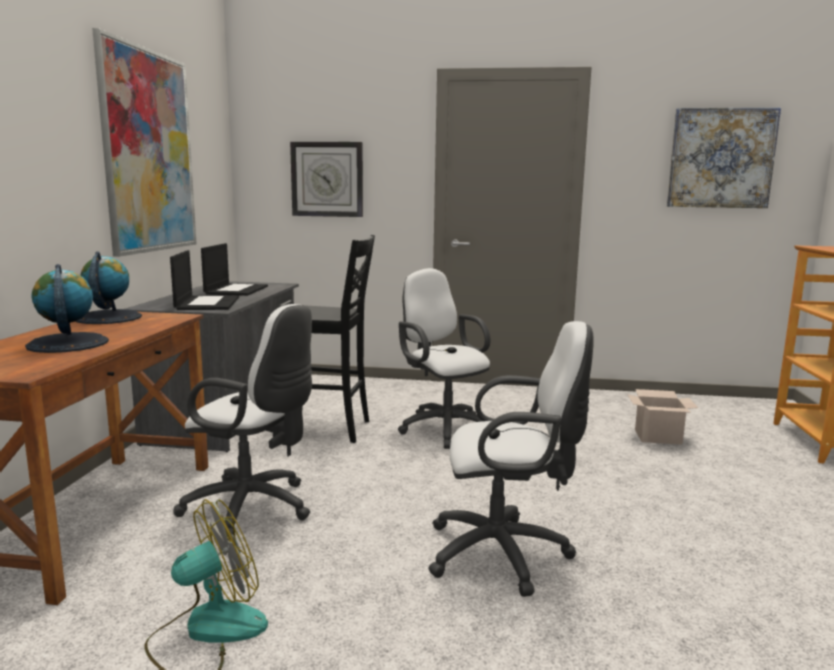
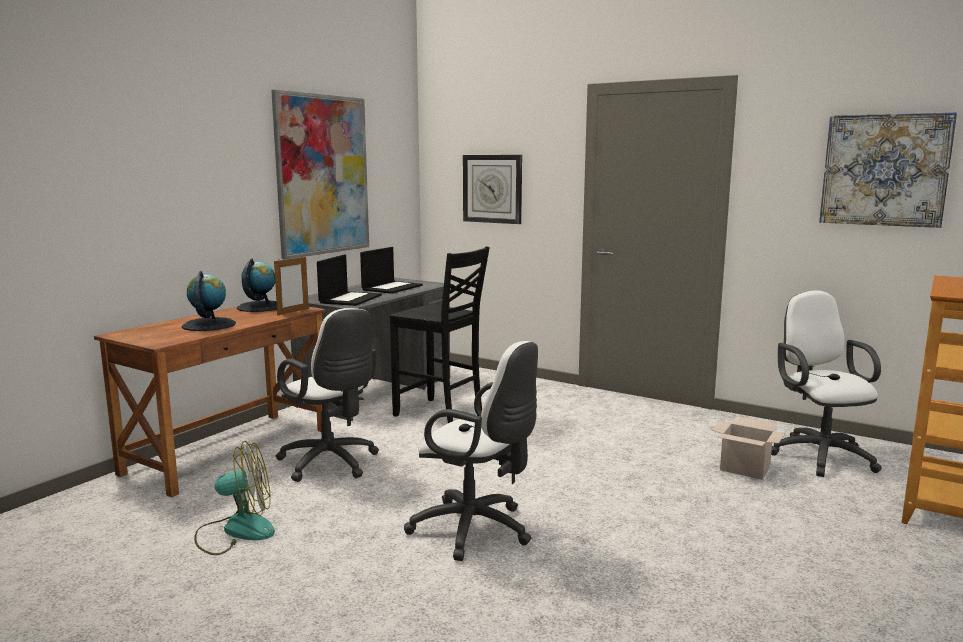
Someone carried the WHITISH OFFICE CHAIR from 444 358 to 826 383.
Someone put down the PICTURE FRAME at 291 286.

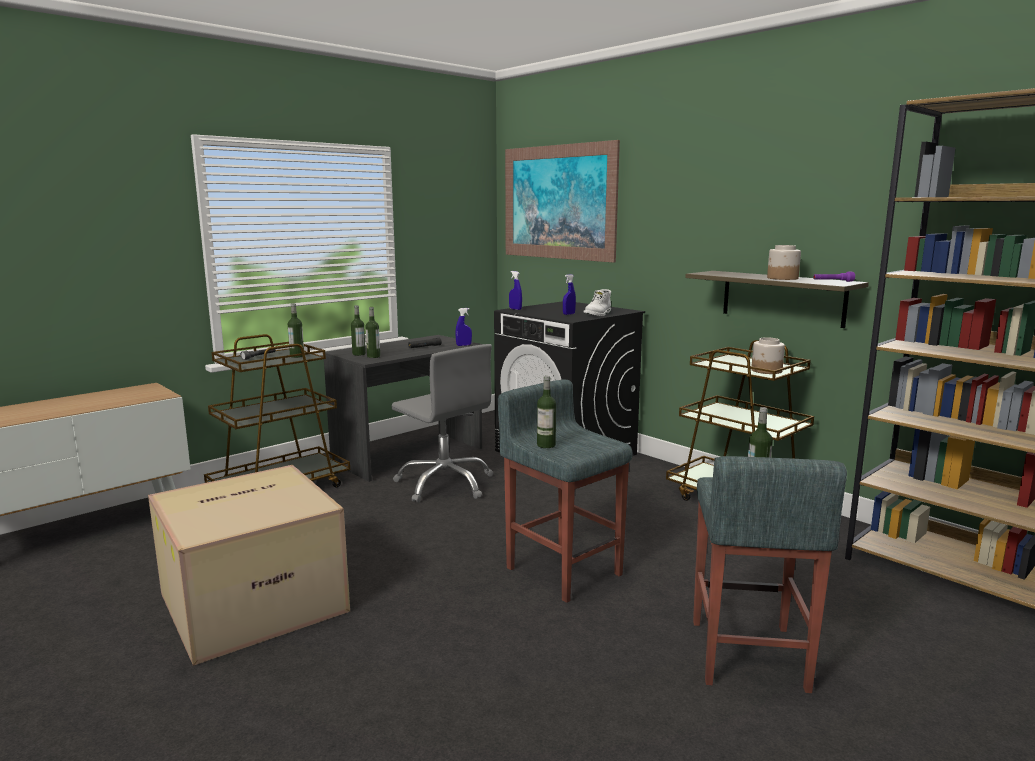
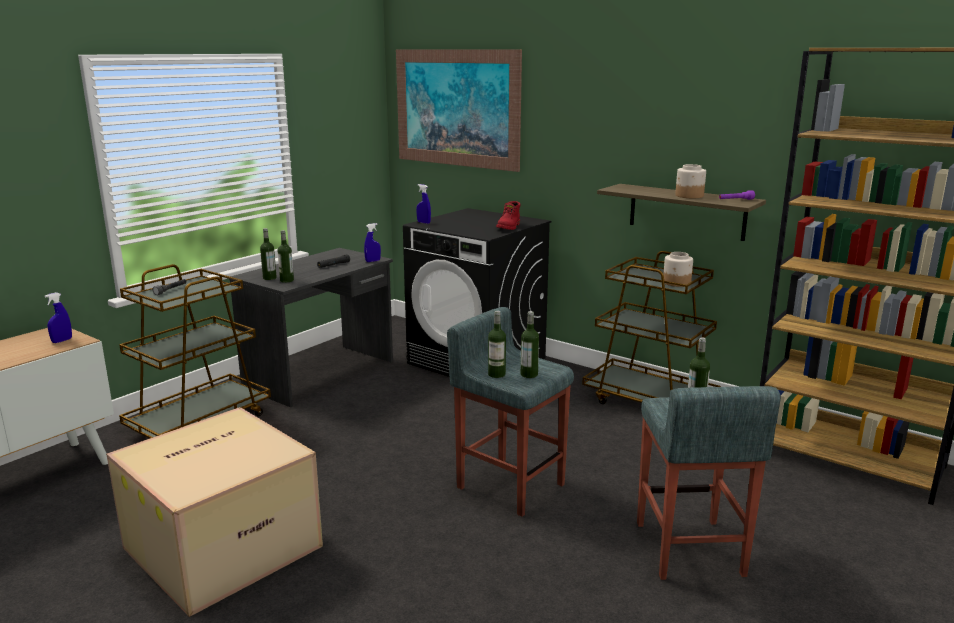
Someone carried the DRINK BOTTLE from 296 330 to 530 344.
Someone took away the GRAY OFFICE CHAIR at 442 423.
Someone carried the BLUE-COLOURED HAND SPRAYER from 569 294 to 58 317.
Someone repainted the WHITISH BOOT at 597 302, which became the RED-COLOURED BOOT at 508 215.

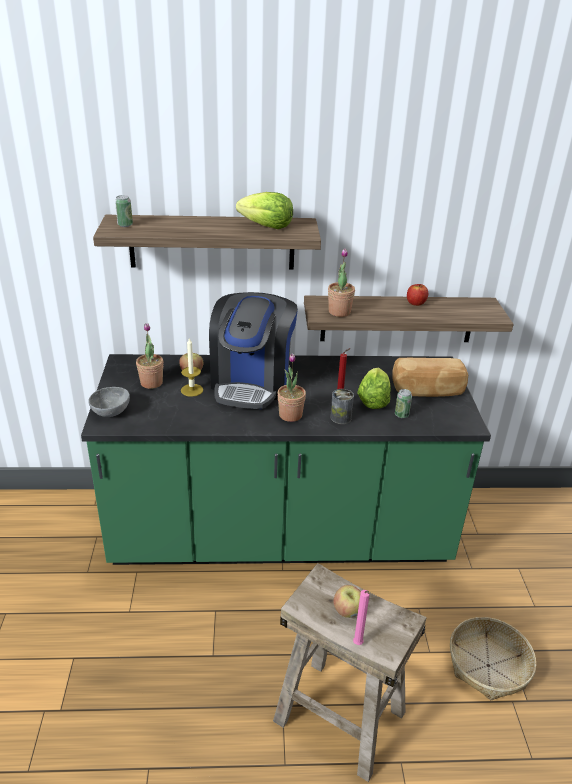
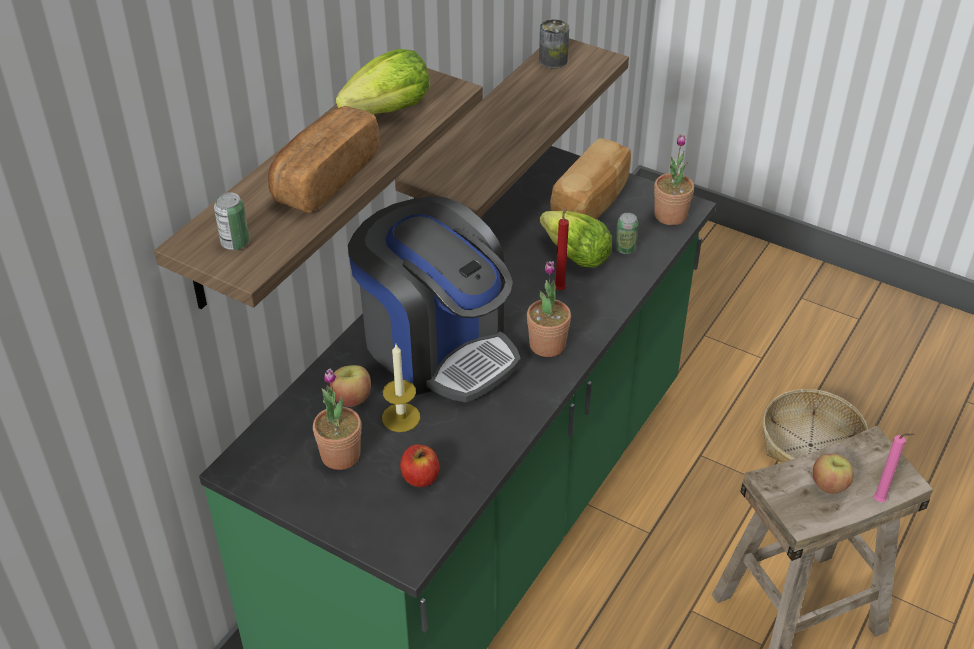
Someone took away the GRAY SERVING BOWL at 109 402.
Someone carried the HOUSEPLANT from 341 282 to 674 179.
Someone carried the CAN from 342 406 to 554 43.
Someone carried the WHOLE APPLE from 417 295 to 419 465.
Someone put down the BAKERY BREAD at 323 159.

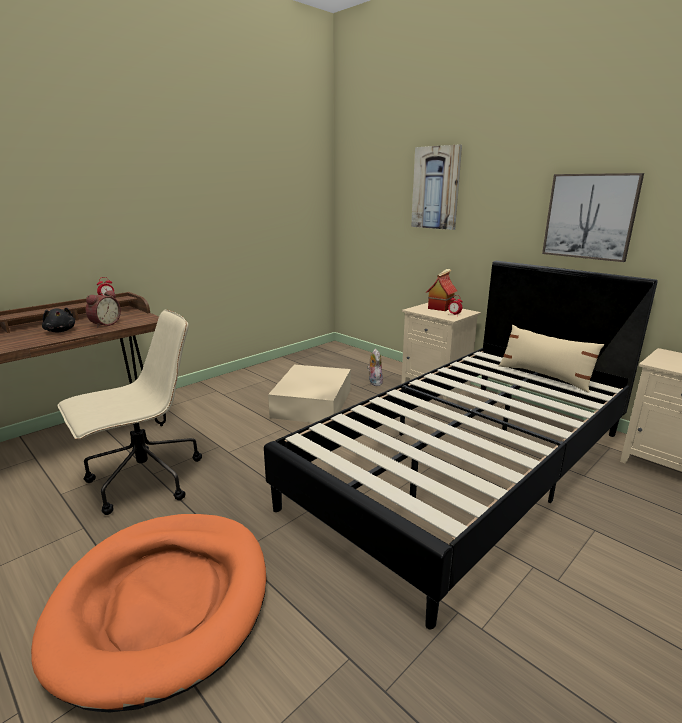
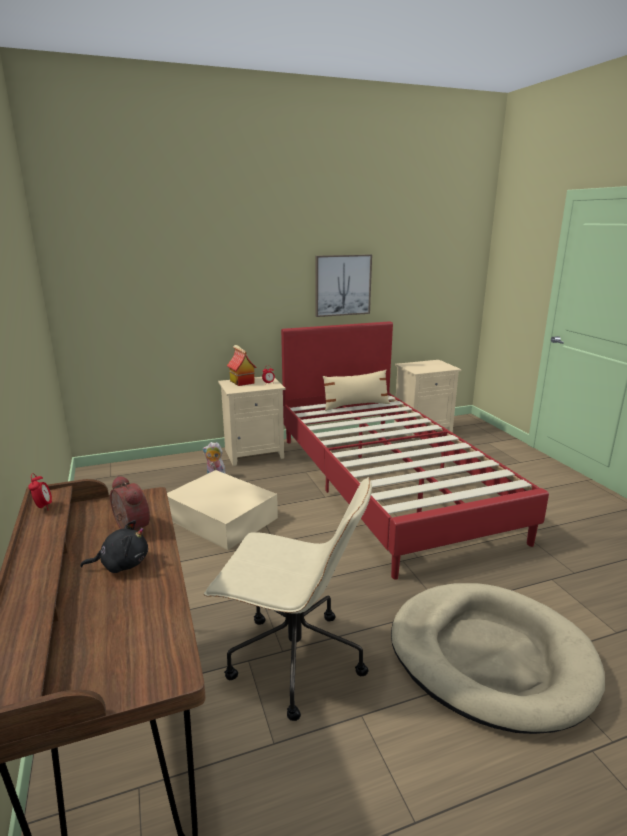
Someone repainted the ORANGE-COLOURED PET BED at 149 613, which became the BEIGE PET BED at 498 658.
Someone rotated the BEIGE OFFICE CHAIR at 129 412 by 120 degrees clockwise.
Someone repainted the BLACKISH BED at 461 445, which became the RED-COLOURED BED at 415 450.
Someone took away the WALL PICTURE at 436 187.

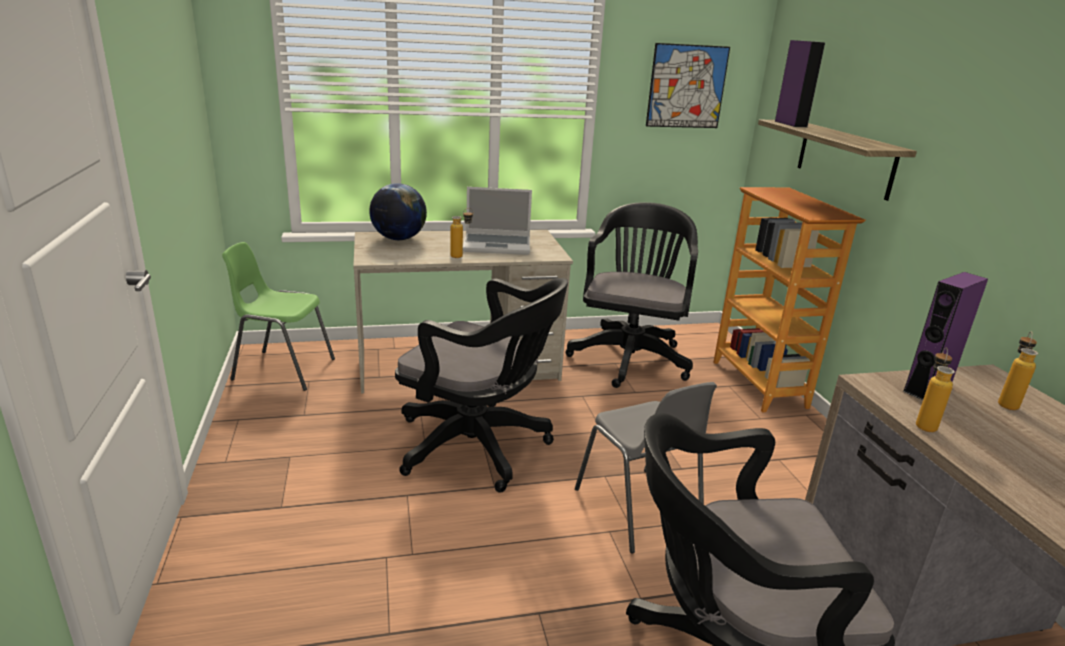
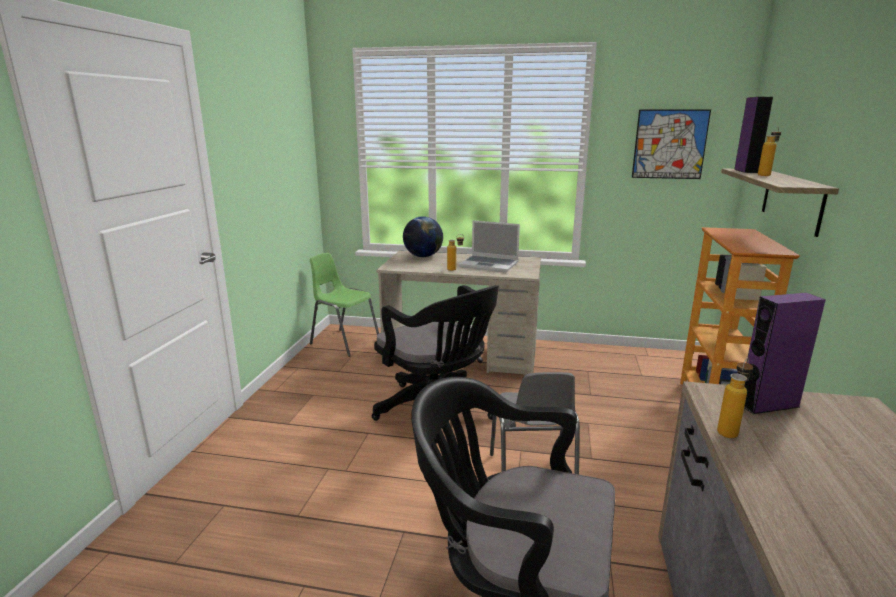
Someone took away the BLACKISH OFFICE CHAIR at 631 295.
Someone carried the DRINK BOTTLE from 1018 371 to 769 151.

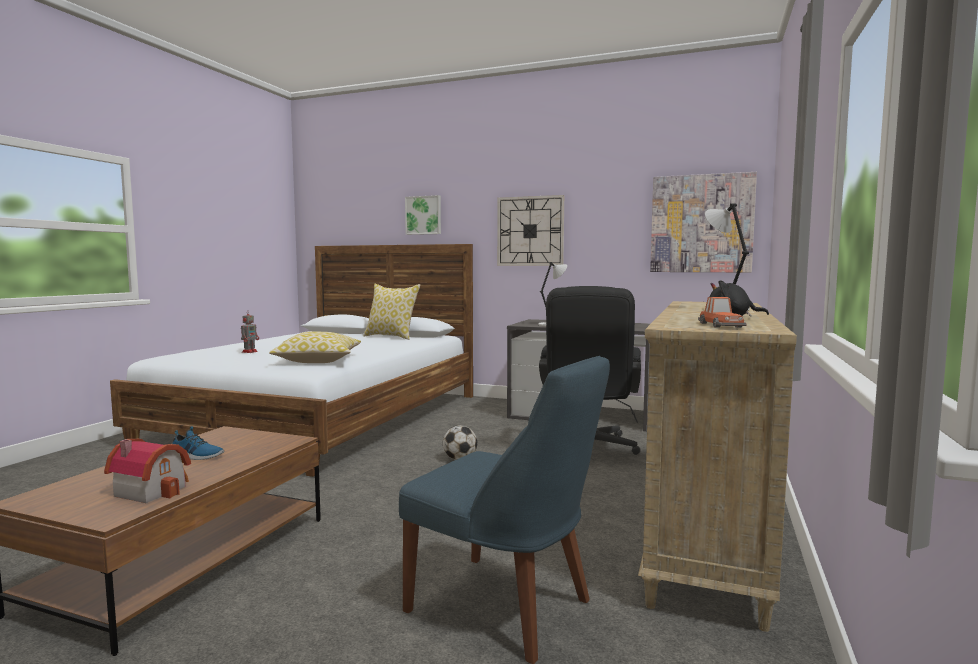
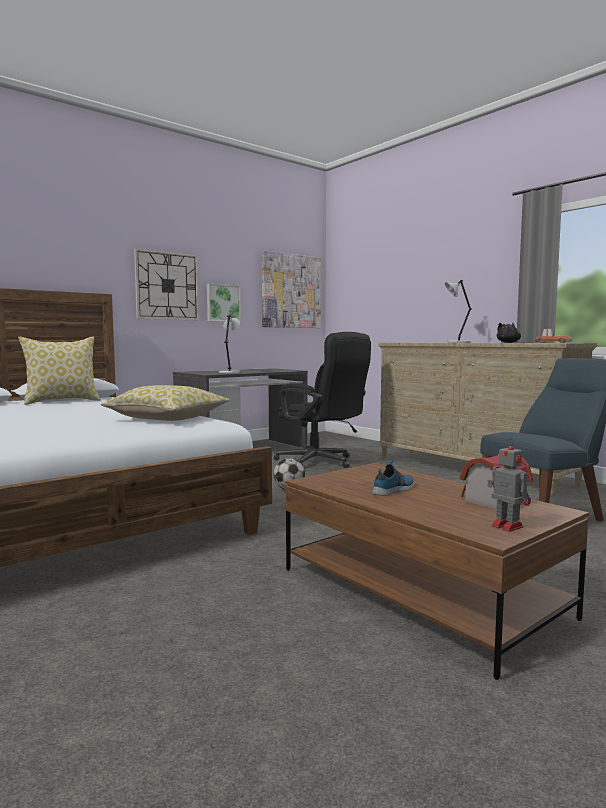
Someone carried the ROBOT FIGURE from 250 331 to 509 485.
Someone carried the WALL PICTURE from 423 215 to 224 302.

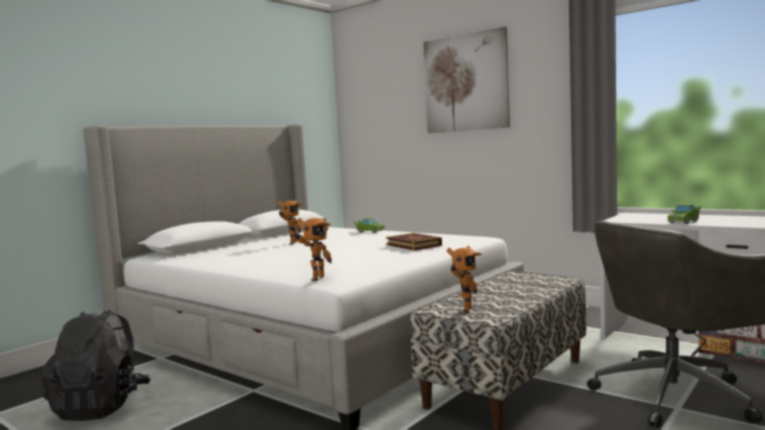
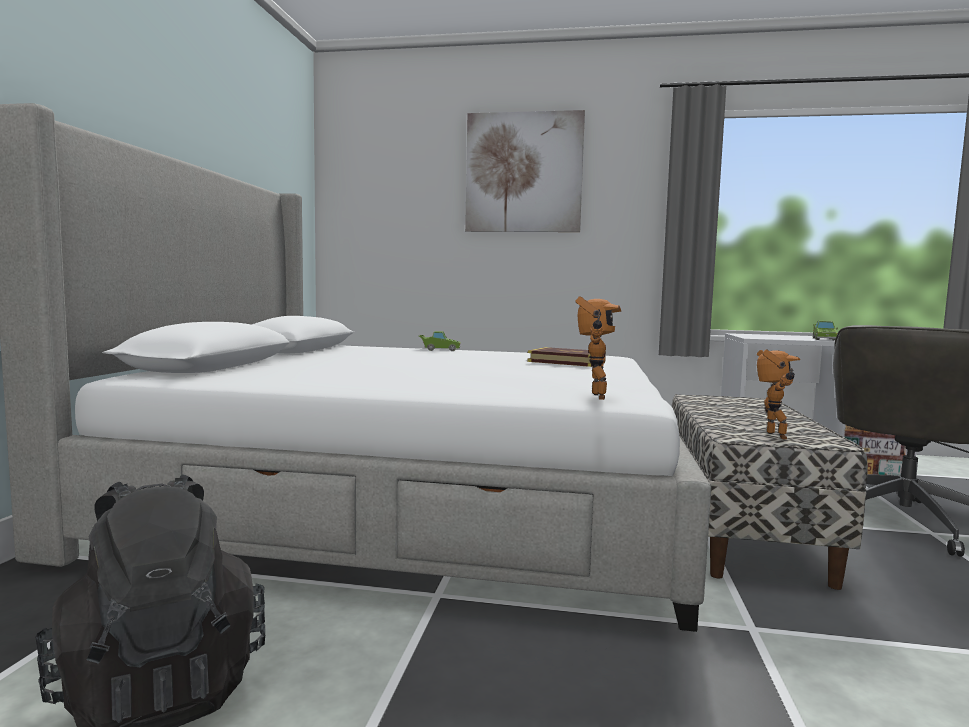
Someone took away the ROBOT FIGURE at 290 222.

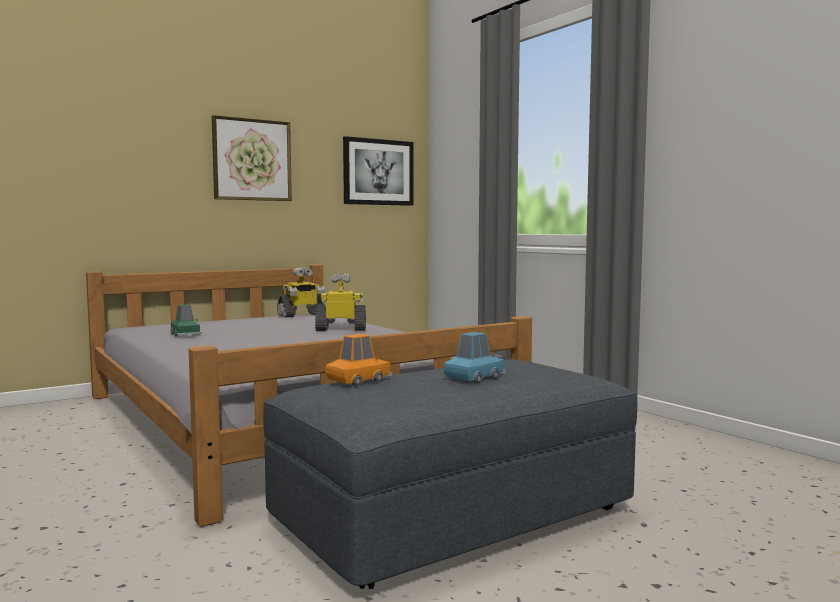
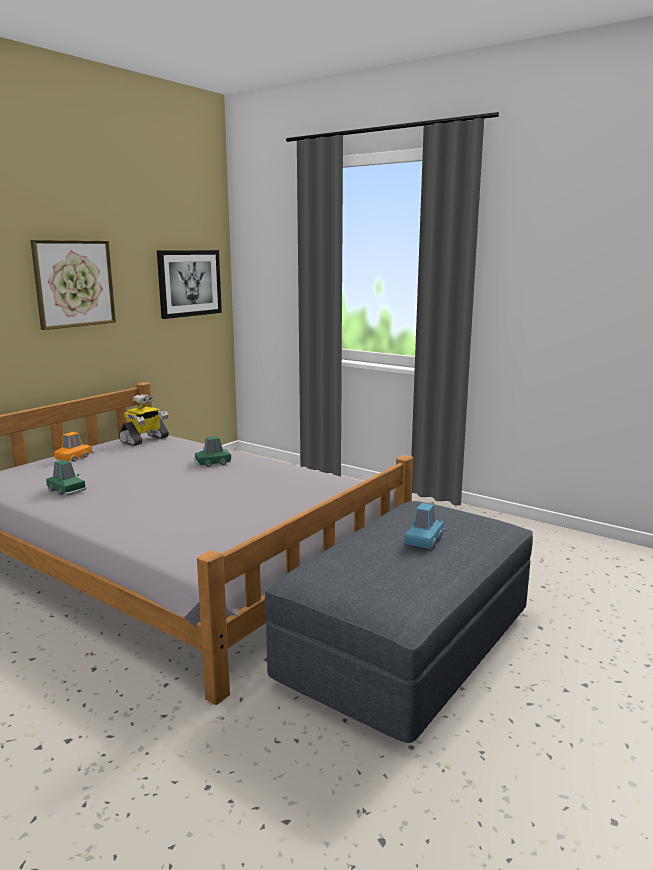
Someone swapped the ROBOT FIGURE at 340 302 for the GREENISH MODEL CAR at 212 451.
Someone carried the ORANGE-COLOURED MODEL CAR from 359 360 to 74 447.

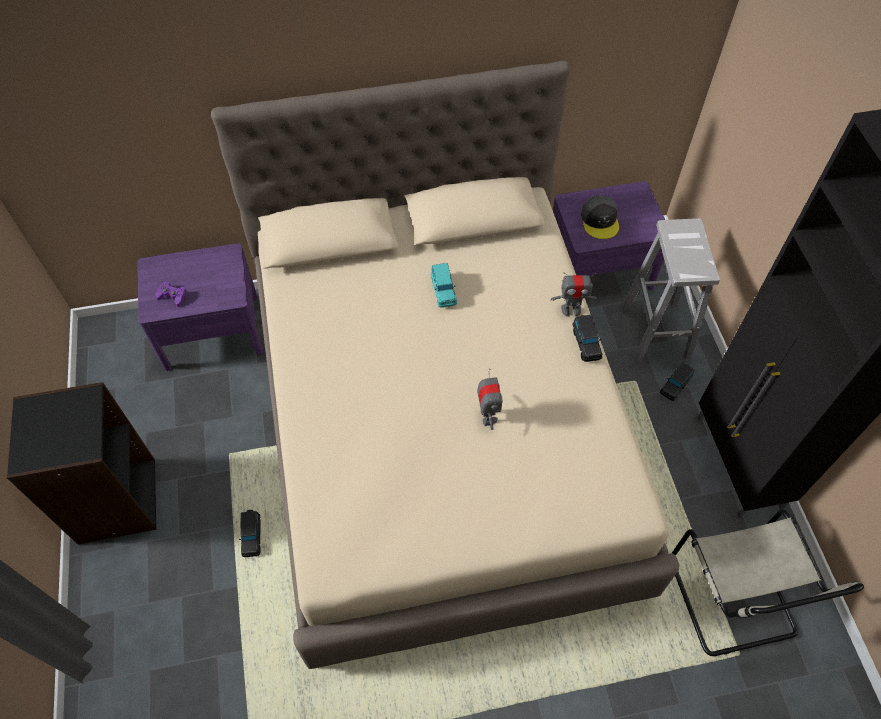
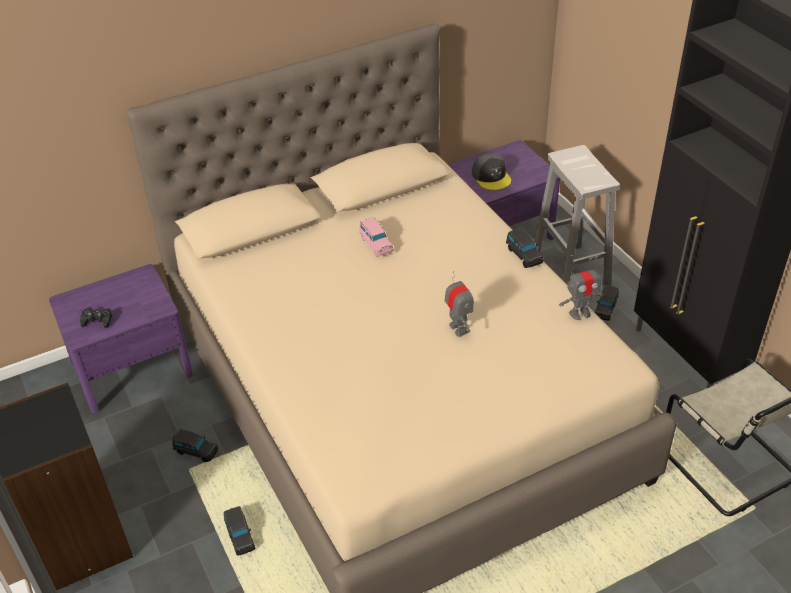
Someone repainted the PURPLE-COLOURED GAME CONTROLLER at 171 294, which became the BLACKISH GAME CONTROLLER at 96 317.
Someone repainted the BLUE-GREEN MODEL CAR at 444 285, which became the PINK MODEL CAR at 376 237.
Someone carried the ROBOT FIGURE from 574 294 to 581 291.
Someone put down the BLACKISH MODEL CAR at 195 445.

